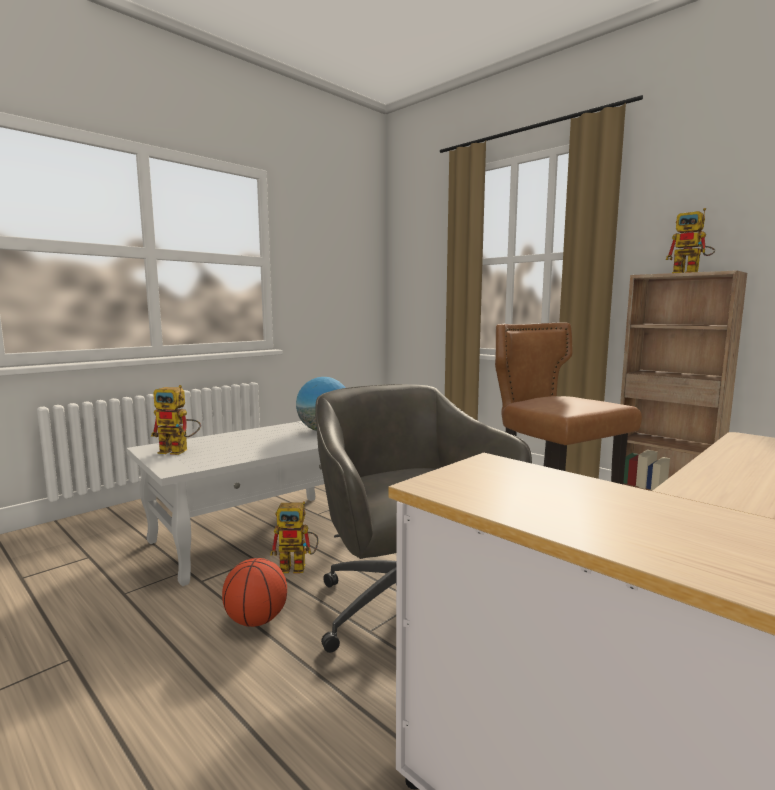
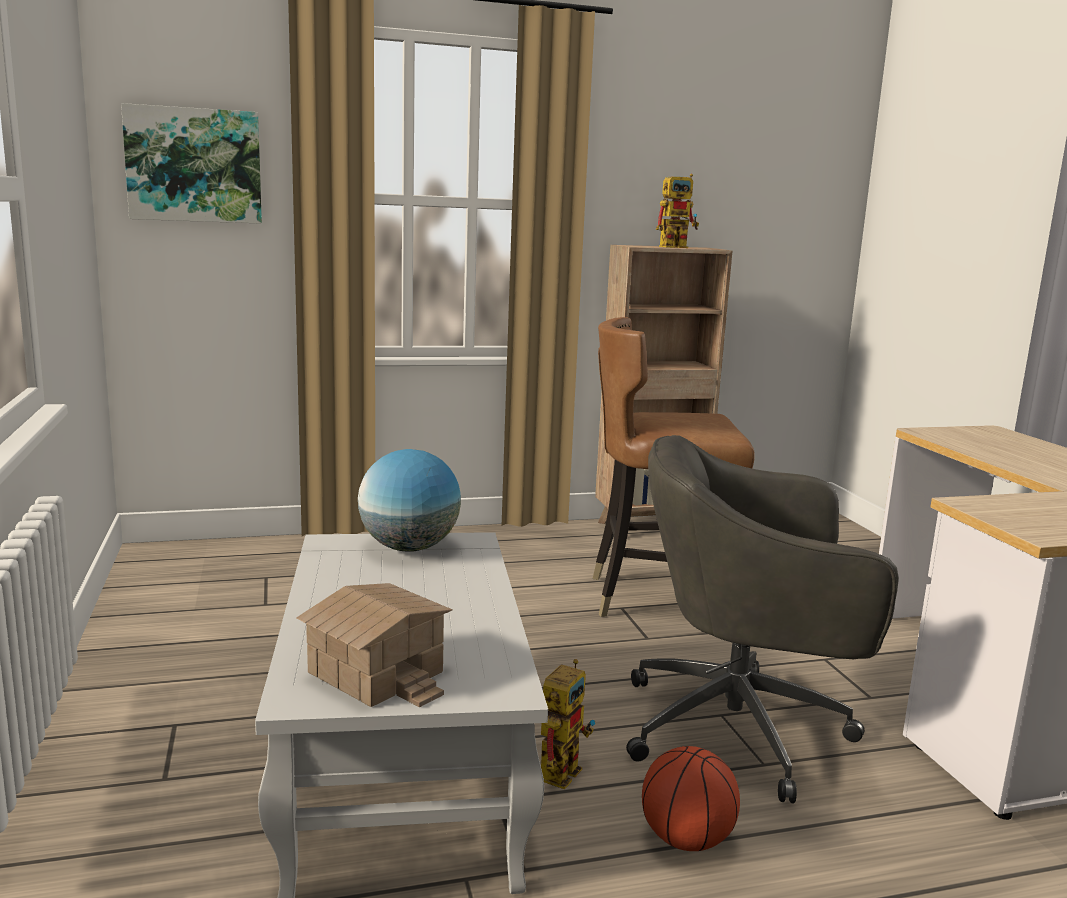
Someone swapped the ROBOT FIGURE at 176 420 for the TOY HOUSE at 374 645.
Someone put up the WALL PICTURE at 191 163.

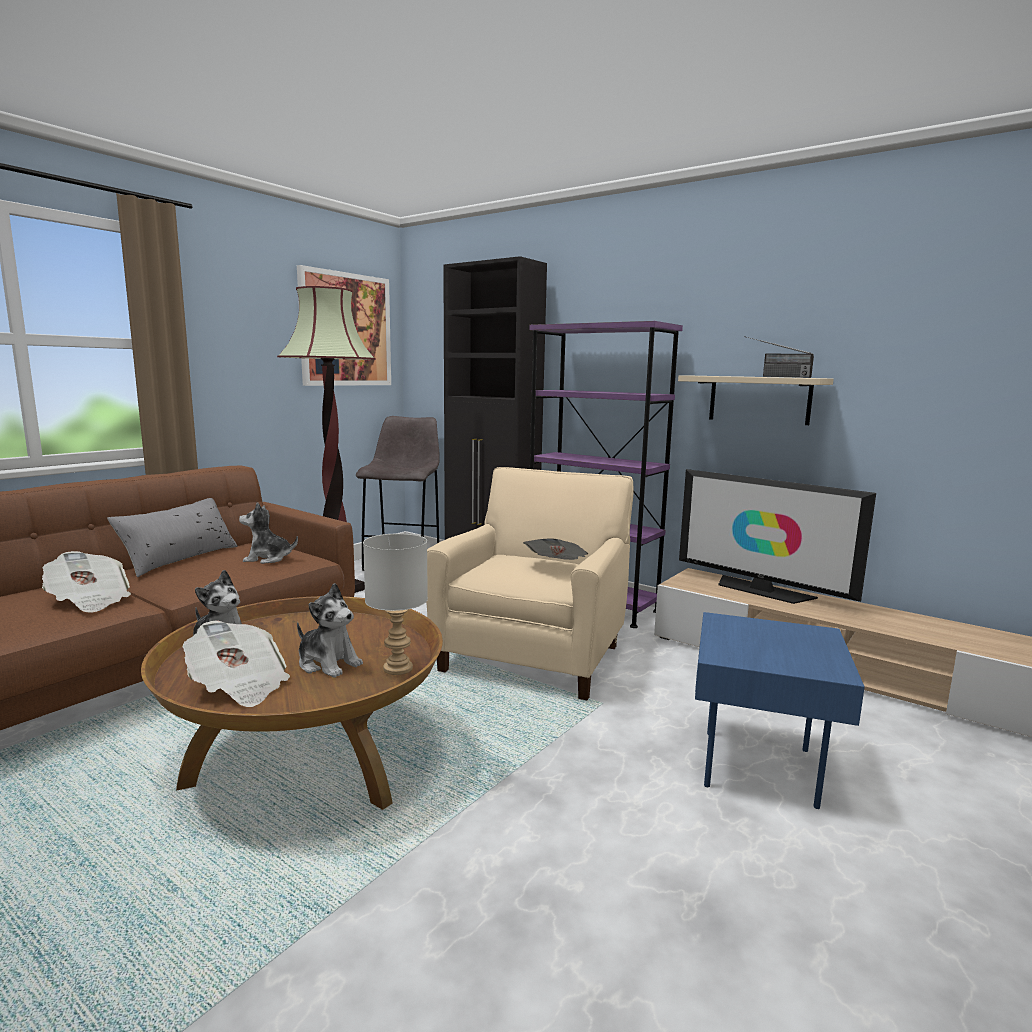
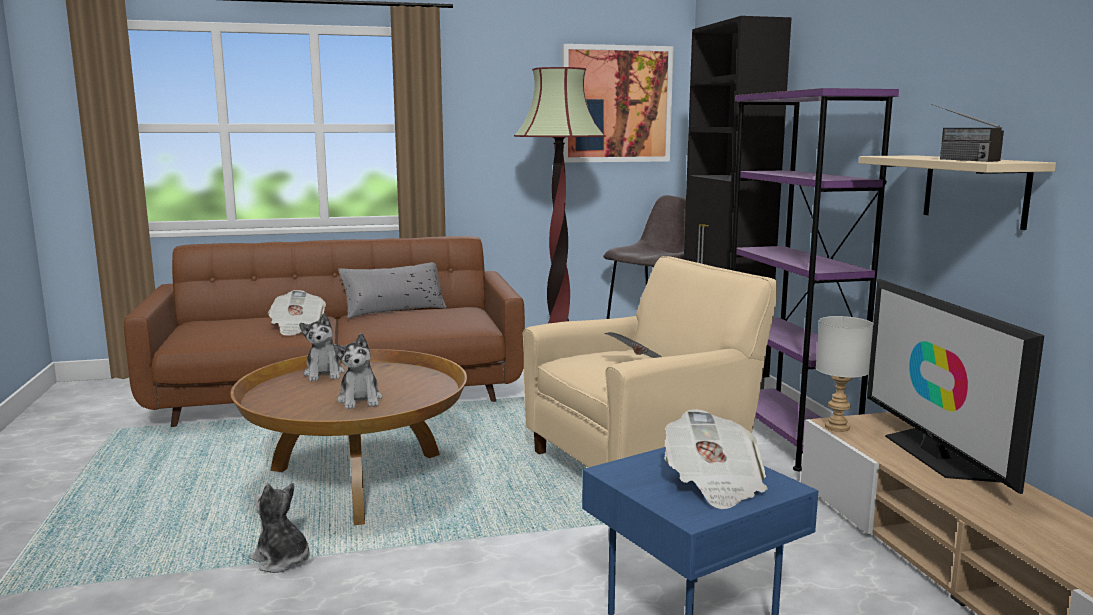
Someone carried the DAILY PAPER from 236 664 to 716 459.
Someone carried the PLUSH TOY from 268 533 to 279 528.
Someone carried the GRAY TABLE LAMP from 395 604 to 844 374.

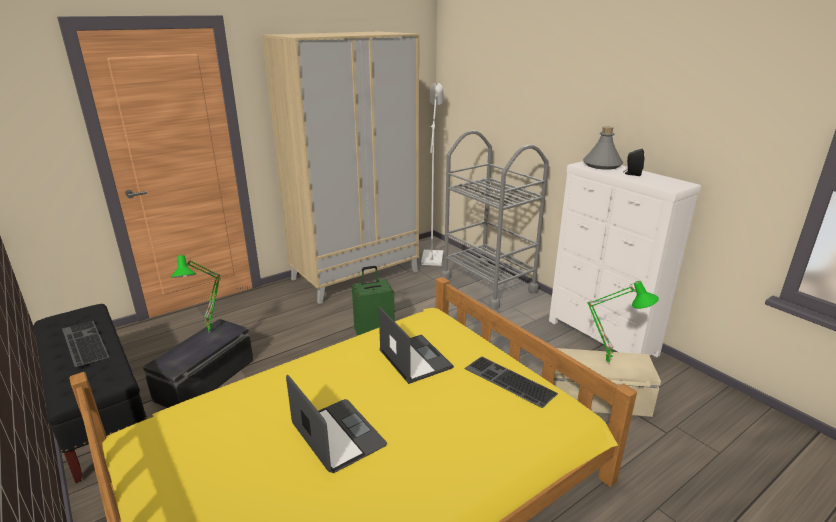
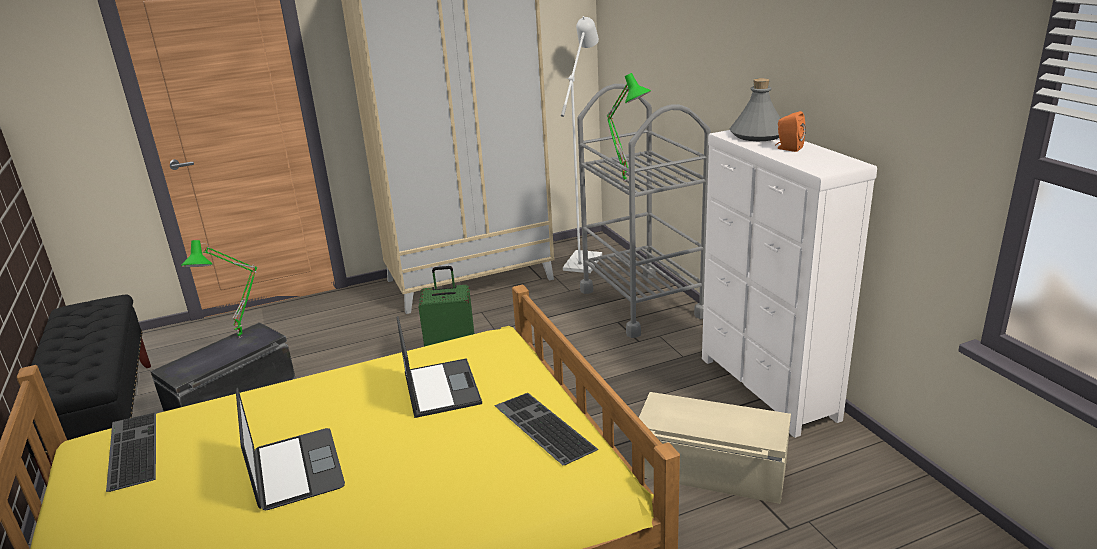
Someone carried the KEYBOARD from 85 344 to 131 452.
Someone carried the GREENISH TABLE LAMP from 623 322 to 629 127.
Someone repainted the BLACKISH AUDIO SPEAKER at 634 162, which became the ORANGE-COLOURED AUDIO SPEAKER at 790 131.

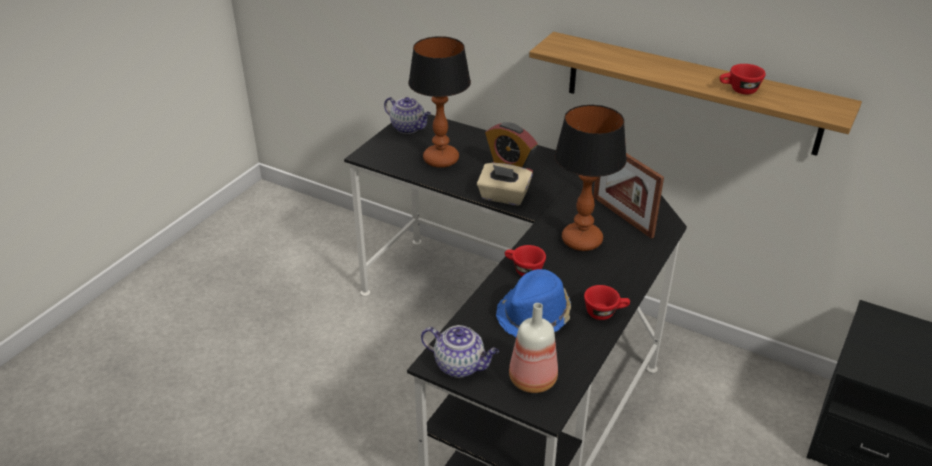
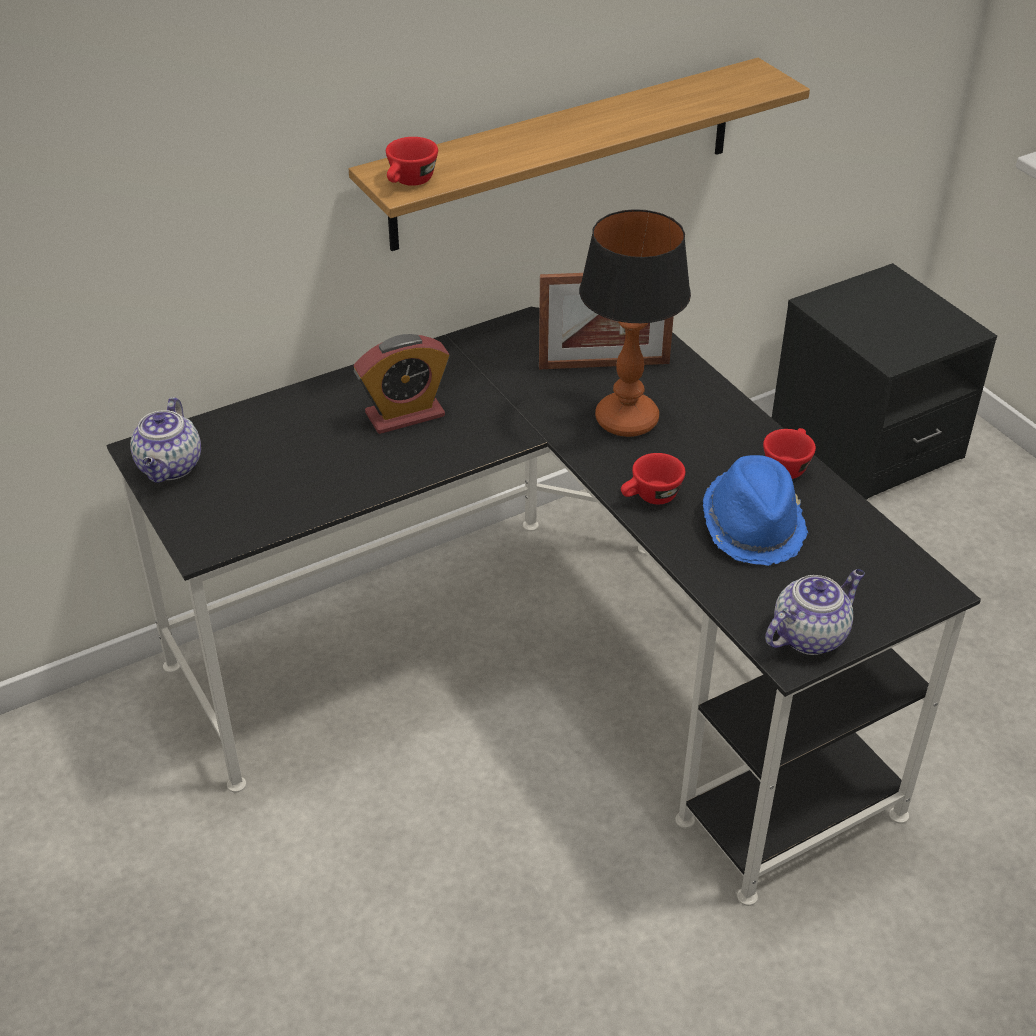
Someone rotated the TEA POT at 407 115 by 120 degrees clockwise.
Someone took away the TABLE LAMP at 439 102.
Someone took away the BEIGE TISSUE BOX at 504 184.
Someone took away the DRINK BOTTLE at 533 348.
Someone carried the RED-COLOURED CUP from 742 79 to 412 161.

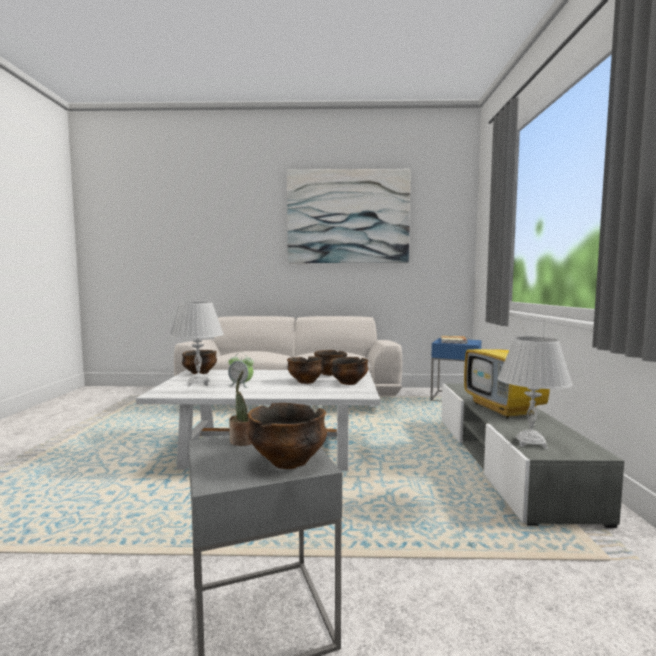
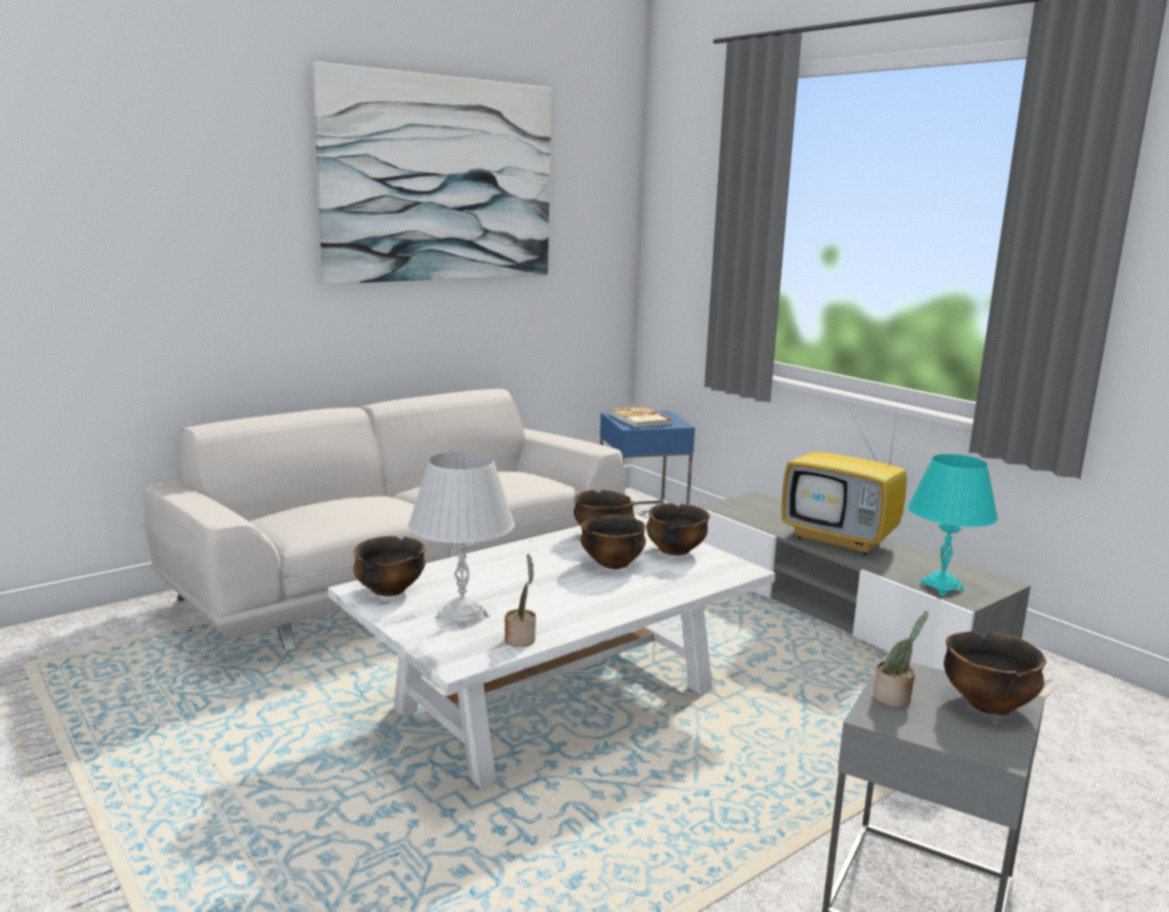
Someone took away the BEDSIDE CLOCK at 241 370.
Someone repainted the WHITISH TABLE LAMP at 535 393, which became the BLUE-GREEN TABLE LAMP at 953 525.
Someone put down the HOUSEPLANT at 520 600.

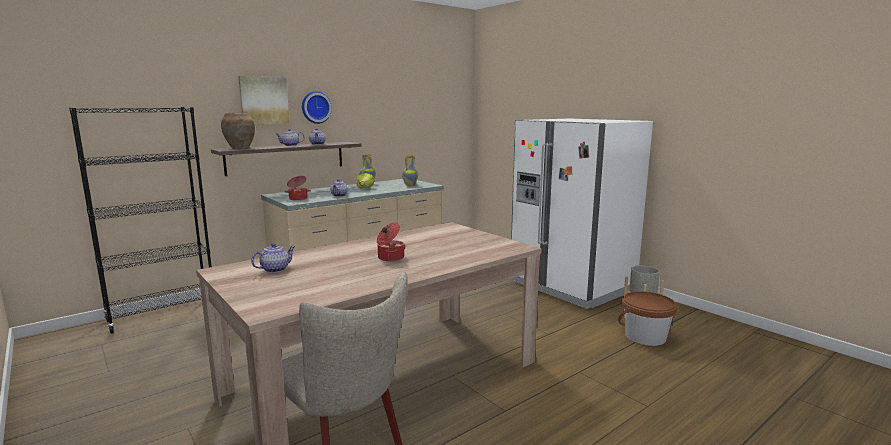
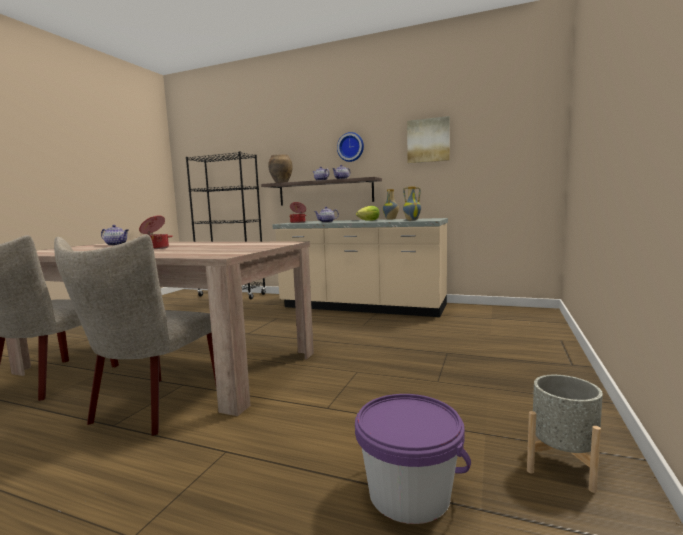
Someone carried the WALL PICTURE from 264 100 to 428 139.
Someone took away the WHITISH KITCHEN FRIDGE at 582 213.
Someone repainted the BROWN BUCKET at 647 318, which became the PURPLE-COLOURED BUCKET at 413 459.
Someone put down the BEIGE PLAIN CHAIR at 135 335.

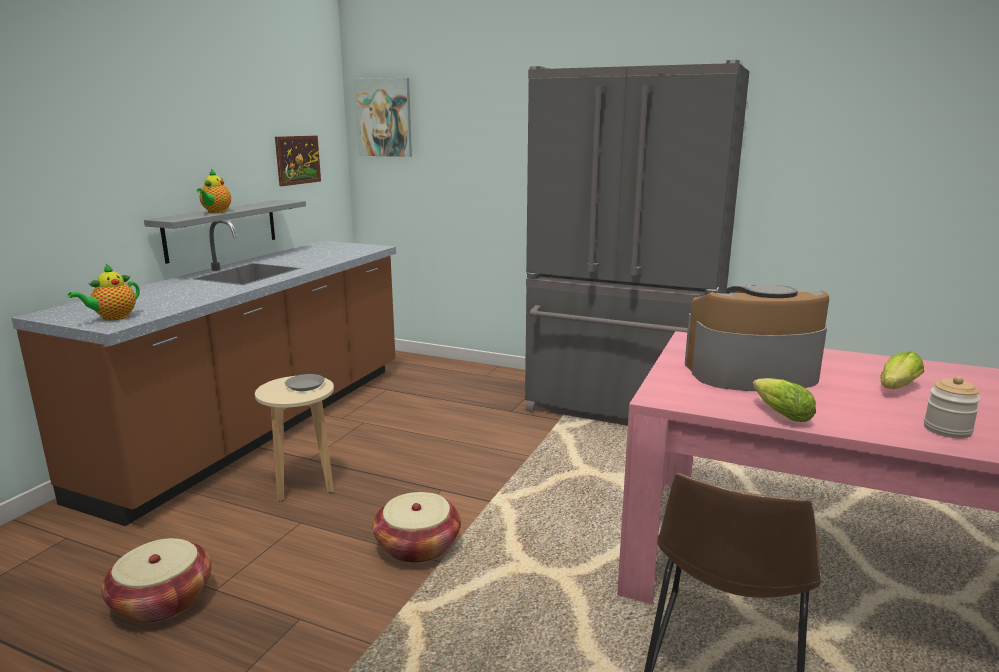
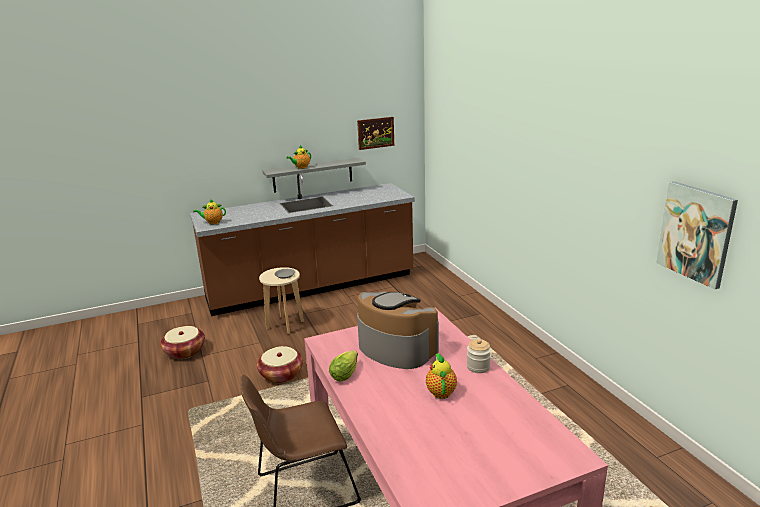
Someone carried the WALL PICTURE from 383 117 to 697 235.
Someone took away the GRAY KITCHEN FRIDGE at 637 243.
Someone swapped the HEAD OF LETTUCE at 902 370 for the TEA POT at 441 376.
Someone carried the PRESERVE JAR from 952 407 to 479 356.

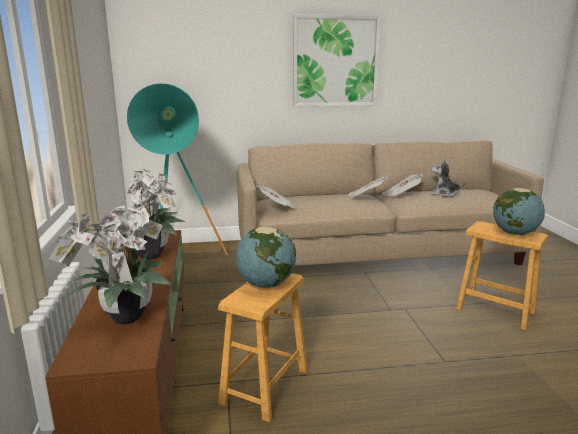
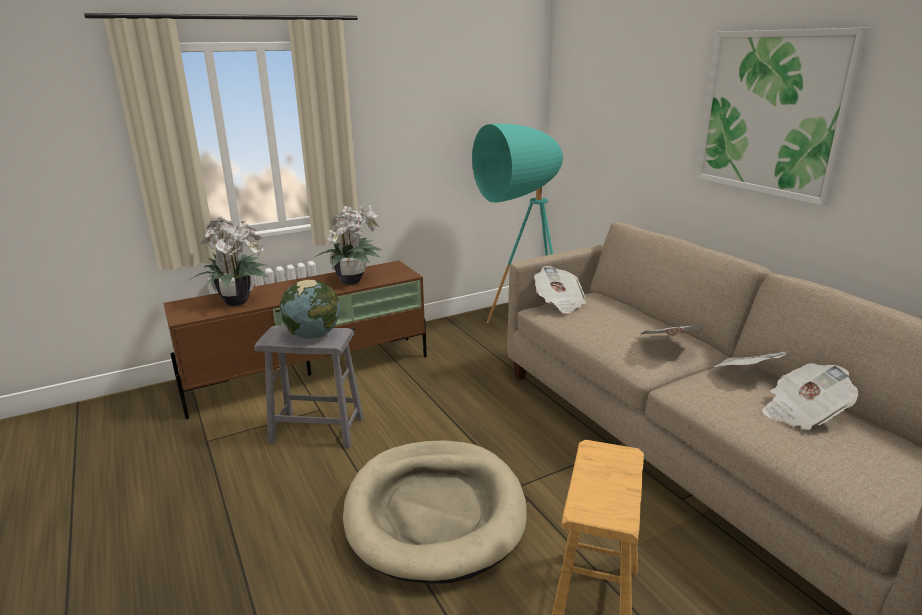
Someone repainted the BROWN STOOL at 263 347, which became the GRAY STOOL at 309 386.
Someone swapped the PLUSH TOY at 448 178 for the DAILY PAPER at 810 396.
Someone took away the WORLD GLOBE at 519 211.
Someone put down the BEIGE PET BED at 435 512.

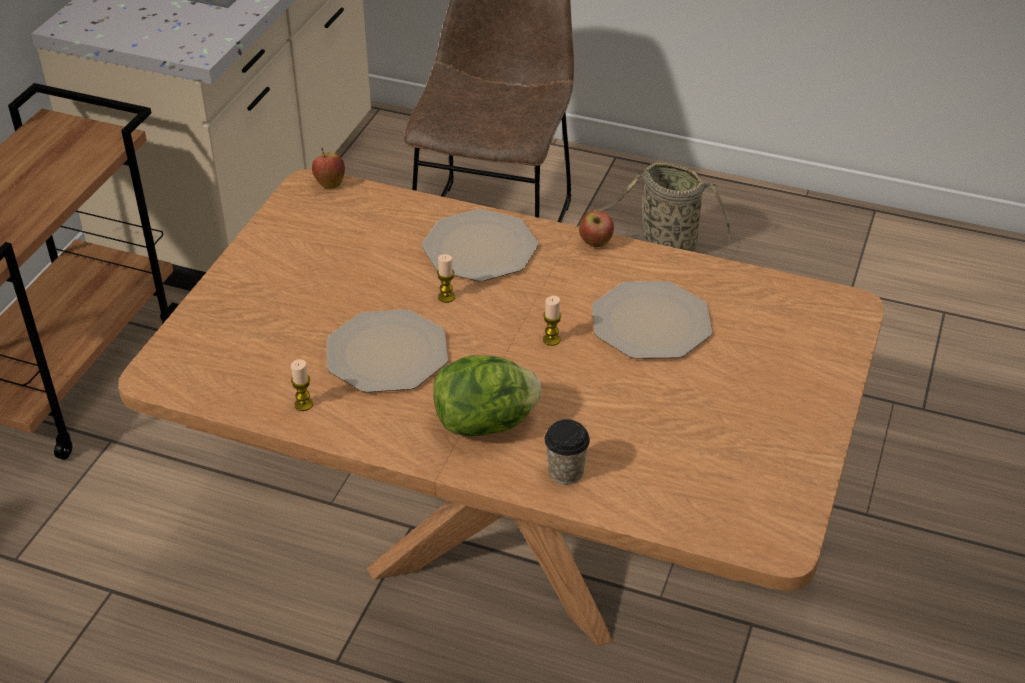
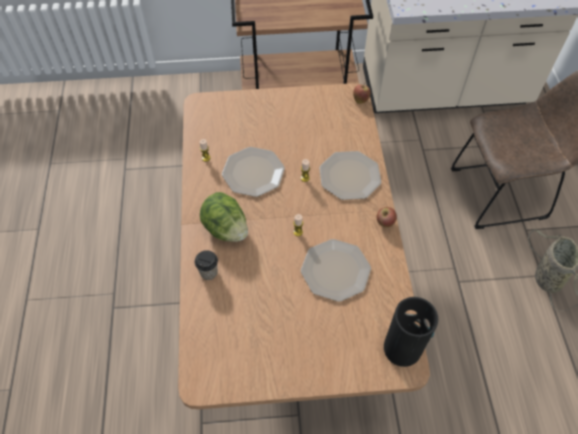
Someone put down the FLOWER VASE at 411 332.

